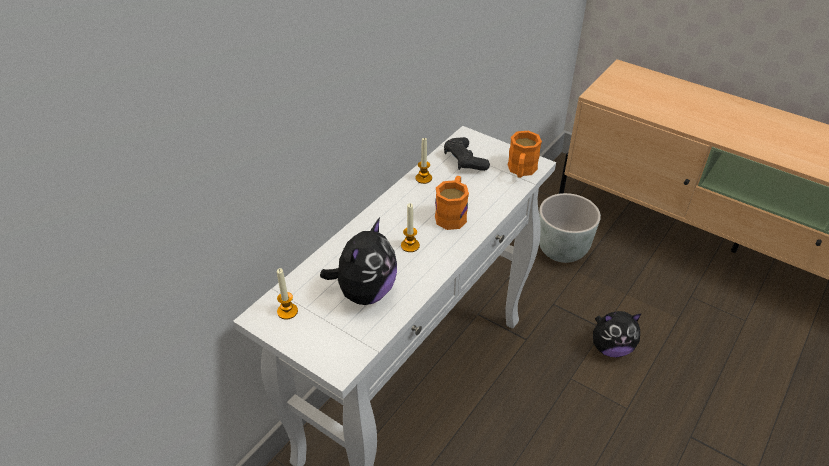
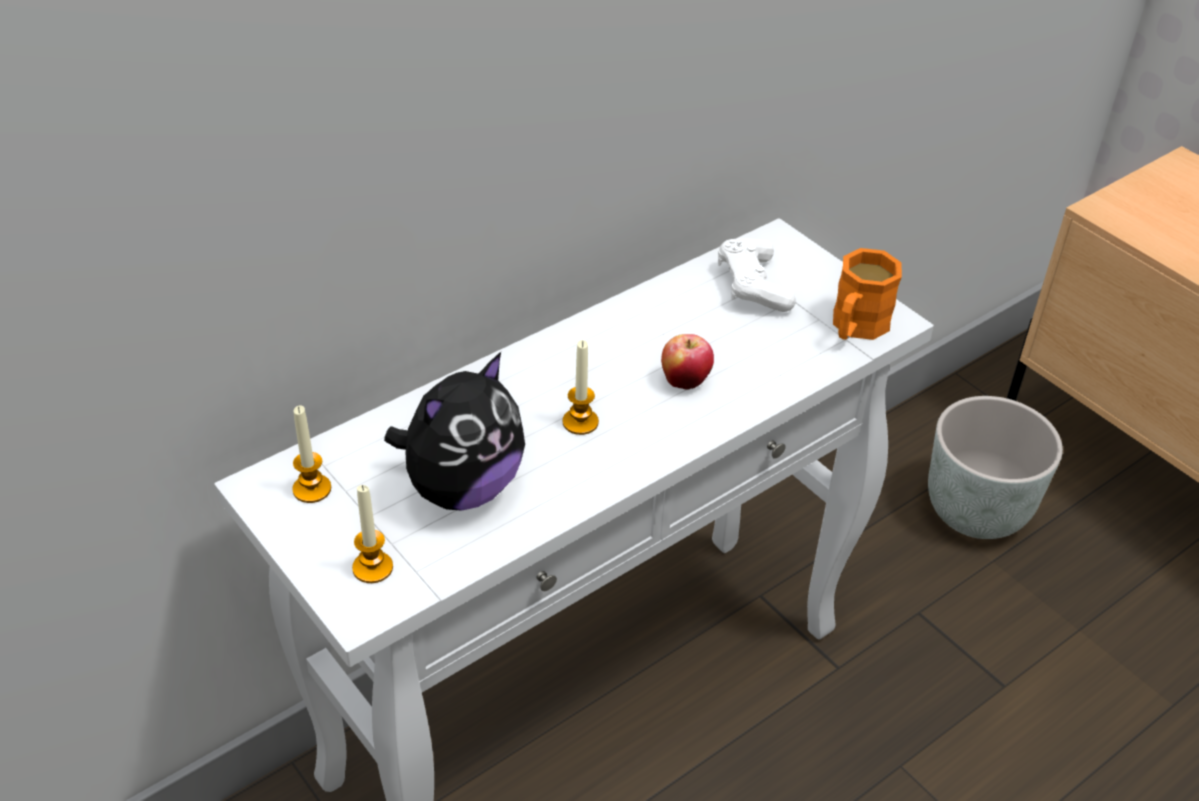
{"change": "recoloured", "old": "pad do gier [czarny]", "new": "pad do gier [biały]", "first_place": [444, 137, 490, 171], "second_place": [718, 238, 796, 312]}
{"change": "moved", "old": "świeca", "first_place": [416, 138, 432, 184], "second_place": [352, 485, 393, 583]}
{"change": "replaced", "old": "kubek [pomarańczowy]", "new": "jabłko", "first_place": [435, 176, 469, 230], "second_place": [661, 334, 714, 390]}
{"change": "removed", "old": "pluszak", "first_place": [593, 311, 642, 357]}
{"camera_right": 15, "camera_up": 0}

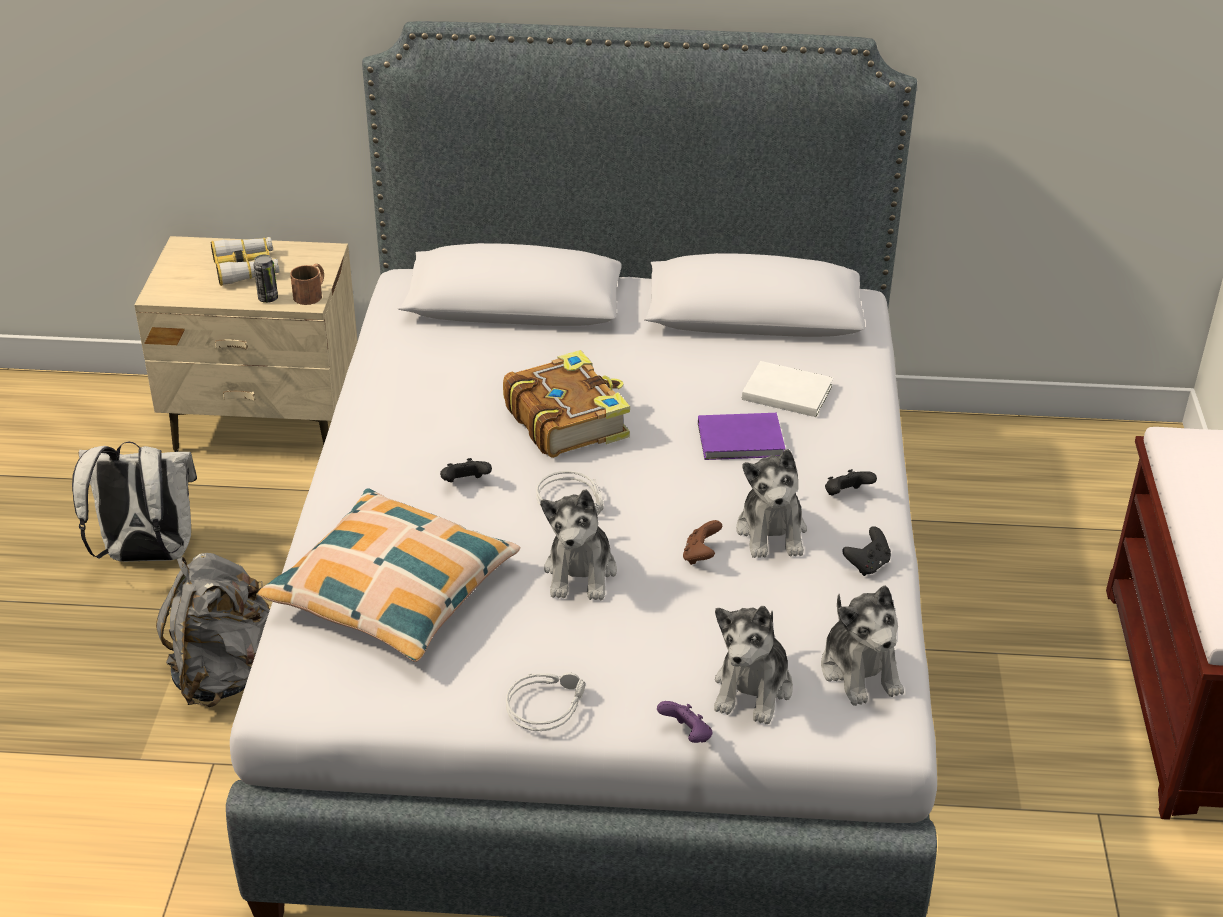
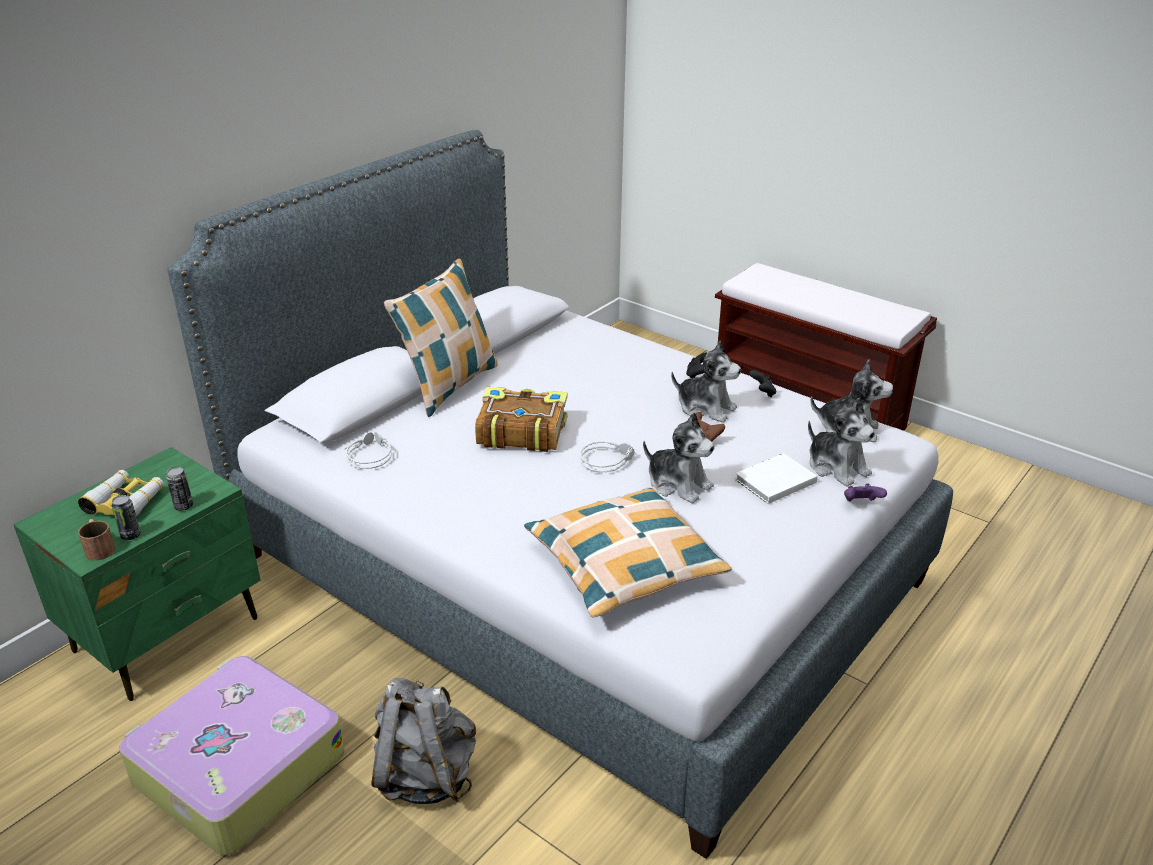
{"change": "recoloured", "old": "szafka nocna [beżowy]", "new": "szafka nocna [zielony]", "first_place": [134, 236, 358, 452], "second_place": [13, 447, 261, 701]}
{"change": "moved", "old": "kubek [brązowy]", "first_place": [290, 264, 324, 305], "second_place": [78, 519, 116, 561]}
{"change": "moved", "old": "książka [biały]", "first_place": [742, 361, 833, 417], "second_place": [735, 453, 817, 504]}
{"change": "removed", "old": "książka [fioletowy]", "first_place": [698, 413, 786, 460]}
{"change": "replaced", "old": "plecak [biały]", "new": "walizka", "first_place": [72, 441, 197, 562], "second_place": [119, 656, 345, 855]}
{"change": "removed", "old": "pad do gier [czarny]", "first_place": [440, 458, 492, 482]}
{"change": "moved", "old": "słuchawki [szary]", "first_place": [506, 672, 585, 731], "second_place": [345, 432, 392, 469]}
{"change": "added", "new": "poduszka", "second_place": [384, 259, 498, 417]}
{"change": "added", "new": "puszka", "second_place": [111, 495, 141, 540]}
{"camera_right": -55, "camera_up": -5}

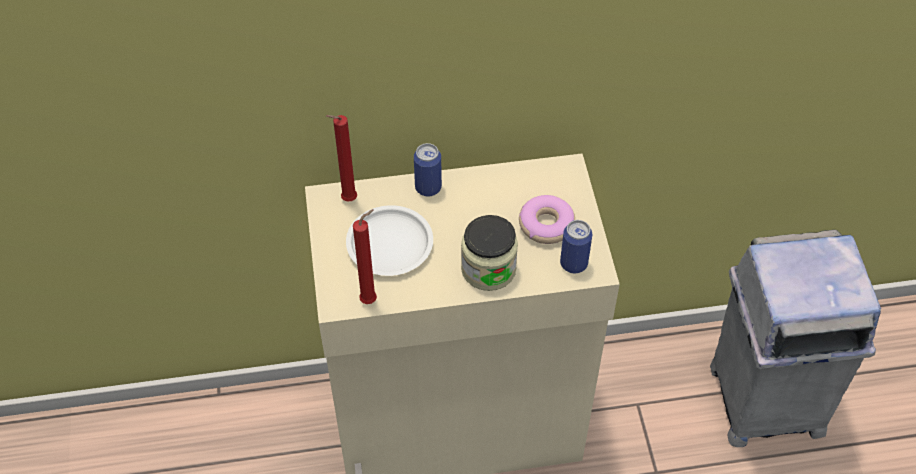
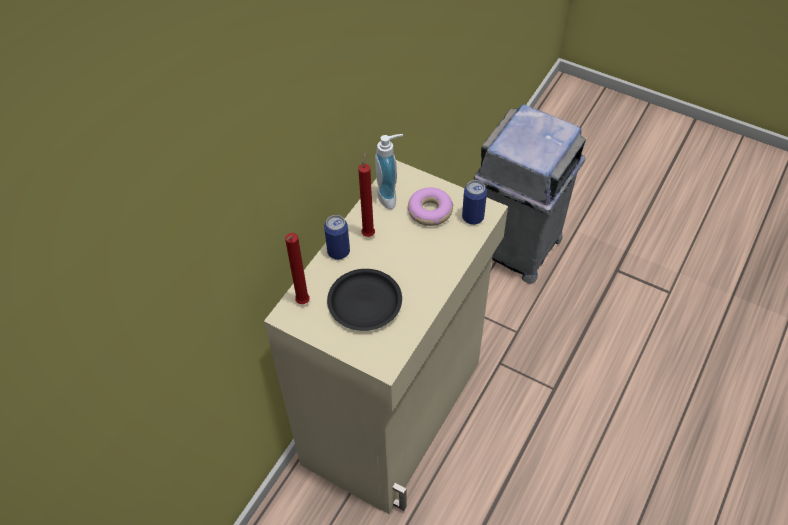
{"change": "recoloured", "old": "talerz [biały]", "new": "talerz [czarny]", "first_place": [346, 205, 433, 276], "second_place": [327, 269, 402, 331]}
{"change": "moved", "old": "świeca [czerwony]", "first_place": [353, 209, 377, 304], "second_place": [358, 151, 375, 237]}
{"change": "removed", "old": "słoik", "first_place": [461, 215, 518, 291]}
{"change": "added", "new": "dozownik mydła", "second_place": [375, 134, 403, 209]}
{"camera_right": -50, "camera_up": 0}

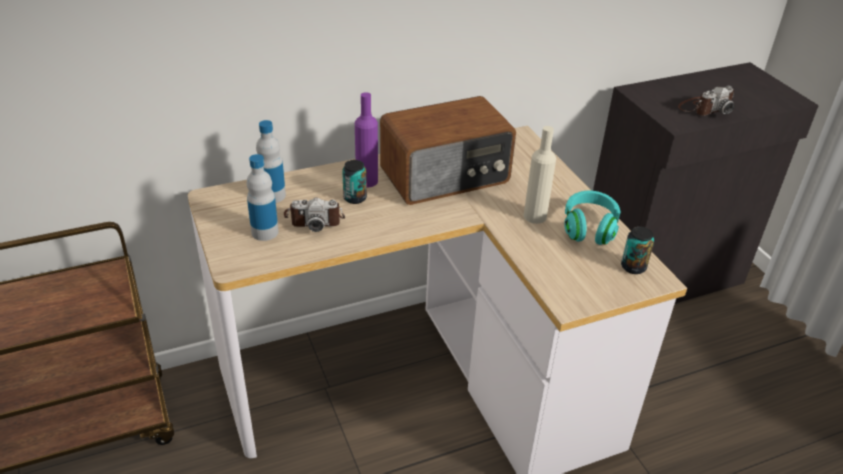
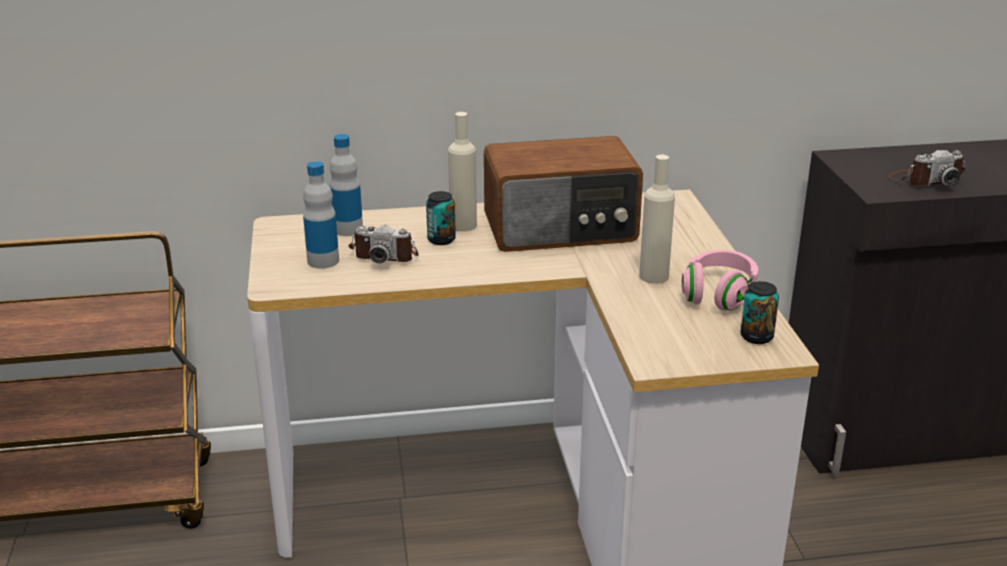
{"change": "recoloured", "old": "butelka [fioletowy]", "new": "butelka [beżowy]", "first_place": [355, 92, 378, 188], "second_place": [448, 112, 477, 232]}
{"change": "recoloured", "old": "słuchawki [turkusowy]", "new": "słuchawki [różowy]", "first_place": [564, 191, 621, 245], "second_place": [681, 250, 758, 311]}
{"camera_right": 15, "camera_up": -10}

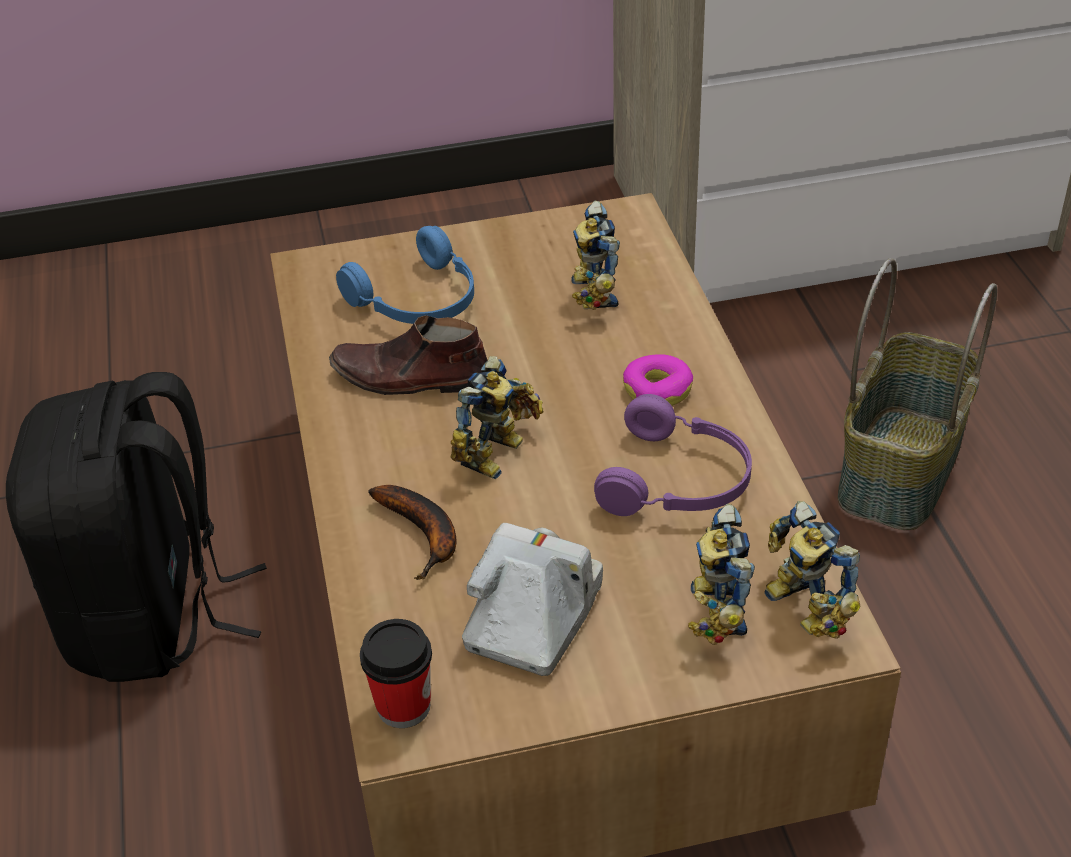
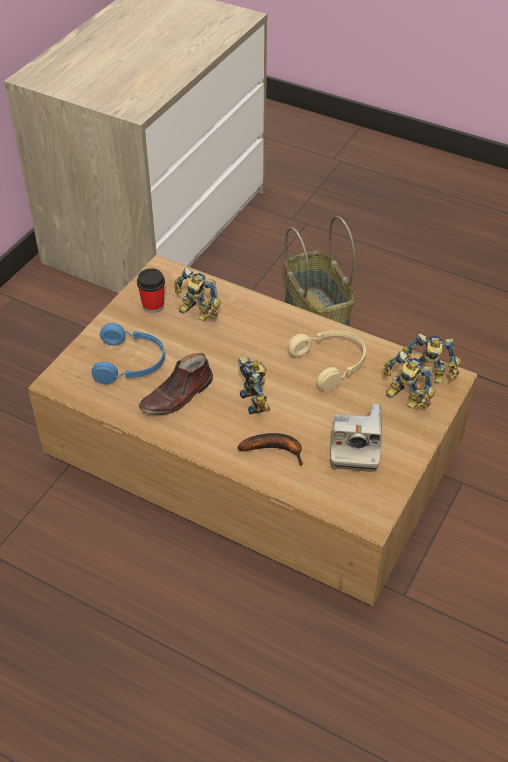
{"change": "removed", "old": "donut", "first_place": [623, 354, 693, 406]}
{"change": "removed", "old": "plecak [czarny]", "first_place": [6, 372, 267, 682]}
{"change": "recoloured", "old": "słuchawki [fioletowy]", "new": "słuchawki [beżowy]", "first_place": [594, 394, 752, 516], "second_place": [288, 330, 366, 391]}
{"change": "turned", "old": "aparat fotograficzny", "first_place": [462, 523, 603, 676], "second_place": [330, 404, 382, 472], "degrees": -150}
{"change": "moved", "old": "filiżanka", "first_place": [360, 619, 432, 728], "second_place": [137, 268, 165, 313]}
{"camera_right": -50, "camera_up": 5}

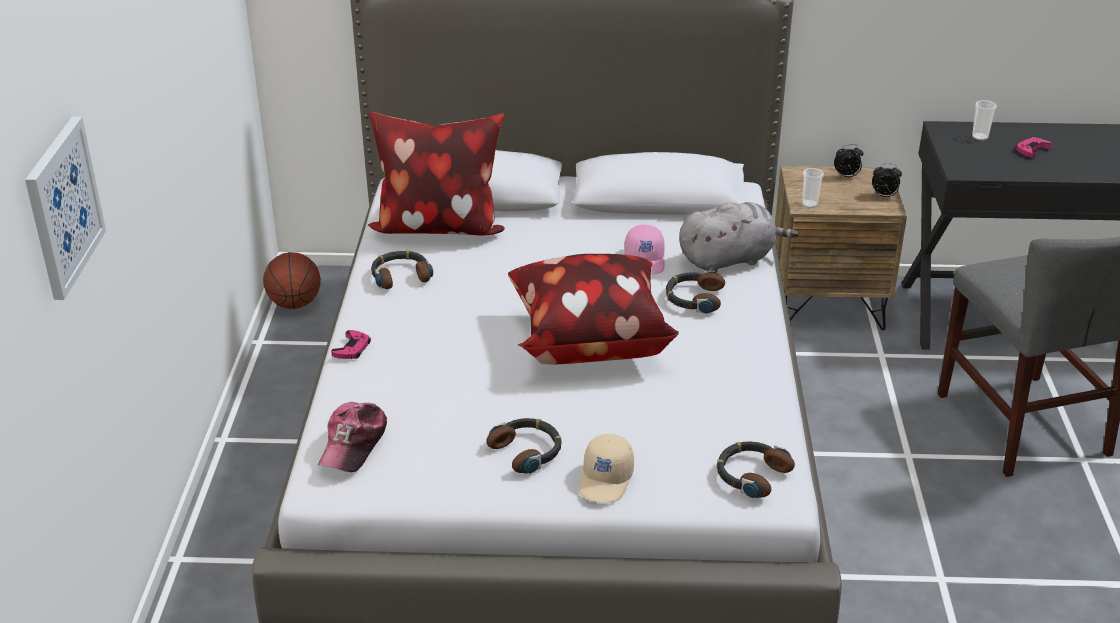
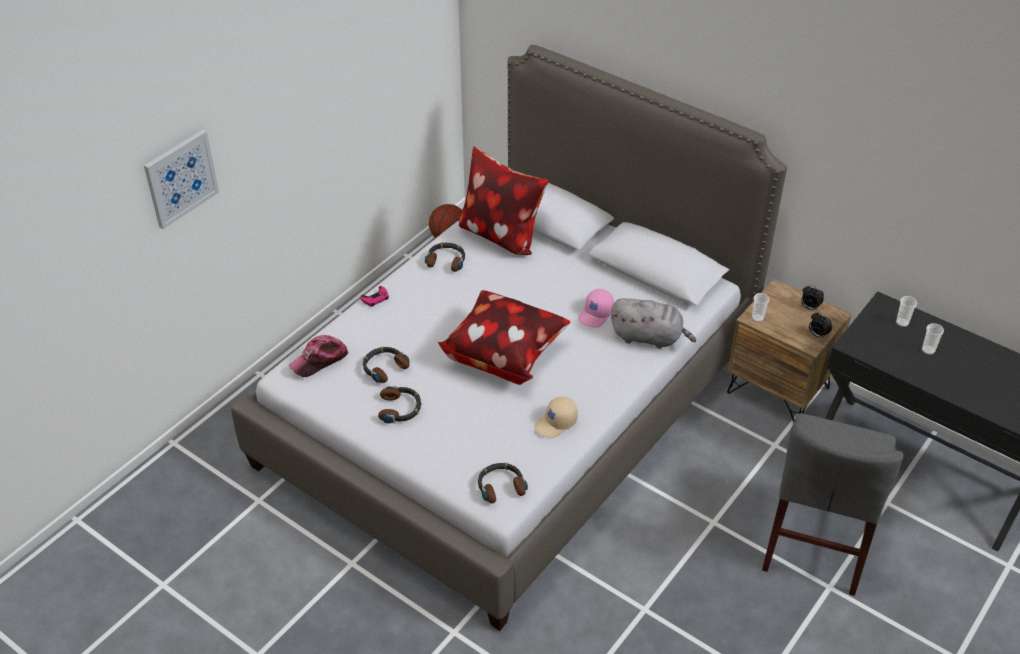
{"change": "replaced", "old": "pad do gier [różowy]", "new": "filiżanka", "first_place": [1015, 137, 1053, 158], "second_place": [922, 323, 944, 355]}
{"change": "moved", "old": "słuchawki", "first_place": [666, 271, 725, 314], "second_place": [363, 347, 410, 383]}
{"change": "moved", "old": "czapka z daszkiem [beżowy]", "first_place": [579, 434, 634, 503], "second_place": [535, 397, 578, 438]}
{"camera_right": 35, "camera_up": 10}

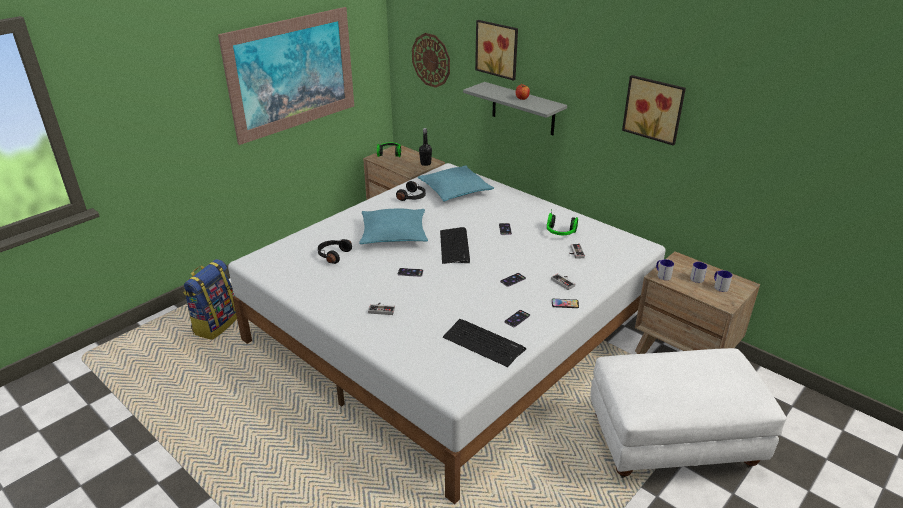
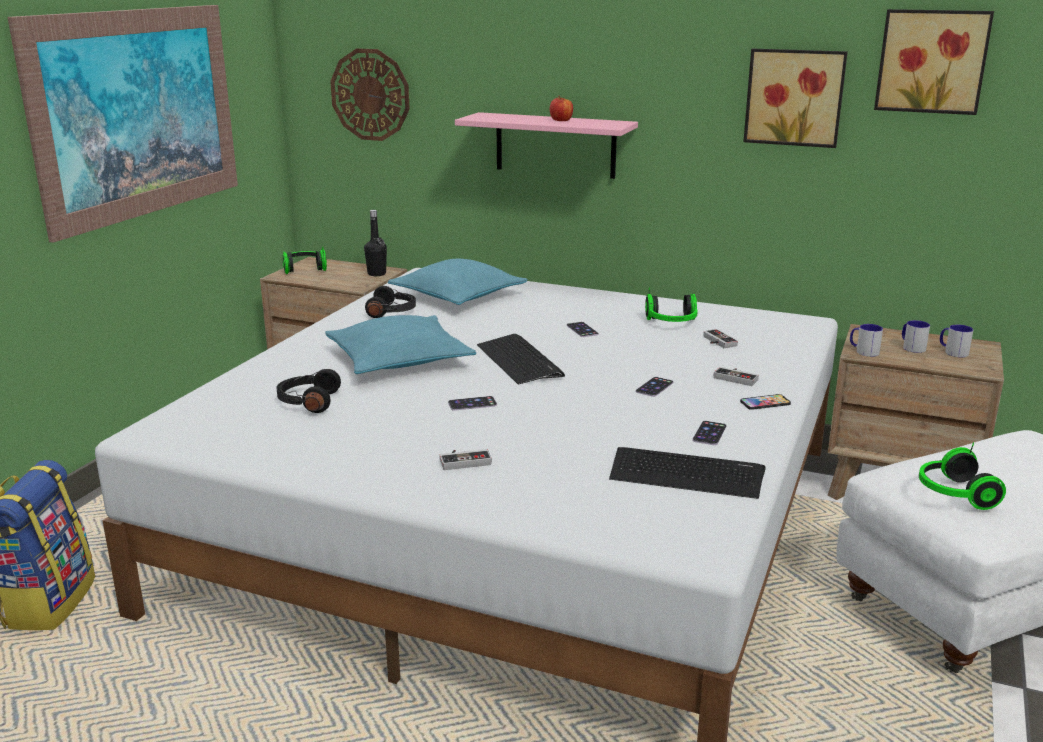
{"change": "moved", "old": "obraz", "first_place": [475, 20, 518, 81], "second_place": [874, 9, 994, 115]}
{"change": "recoloured", "old": "półka [szary]", "new": "półka [różowy]", "first_place": [463, 82, 567, 135], "second_place": [455, 112, 638, 179]}
{"change": "added", "new": "słuchawki", "second_place": [919, 442, 1006, 510]}
{"camera_right": -20, "camera_up": -10}

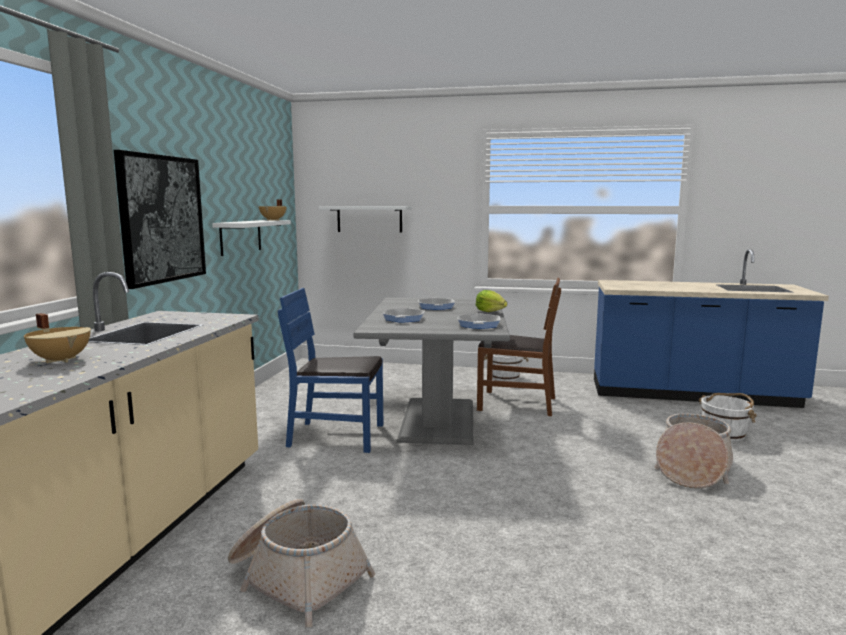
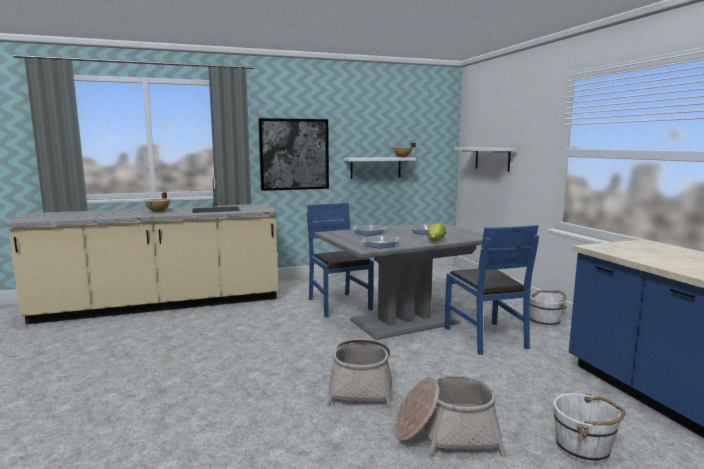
{"change": "recoloured", "old": "krzesło [brązowy]", "new": "krzesło [niebieski]", "first_place": [477, 278, 561, 416], "second_place": [444, 225, 539, 355]}
{"change": "moved", "old": "koszyk", "first_place": [228, 499, 375, 627], "second_place": [327, 338, 392, 408]}
{"camera_right": 60, "camera_up": 0}

